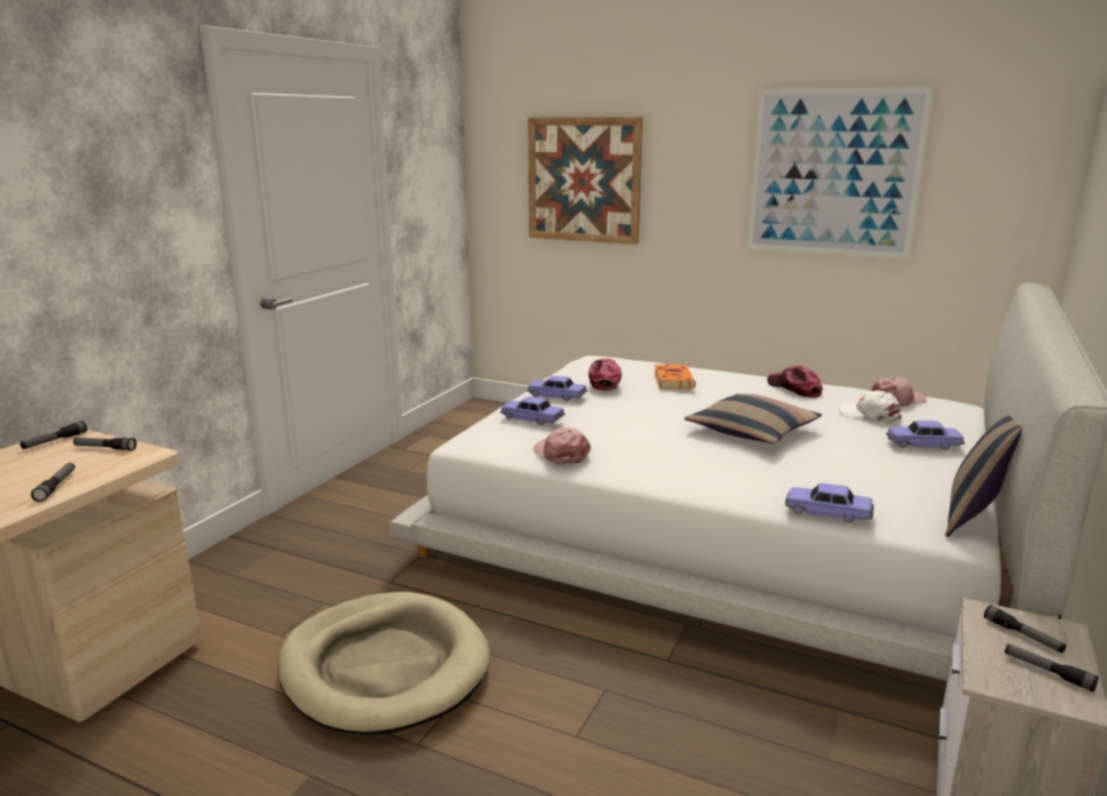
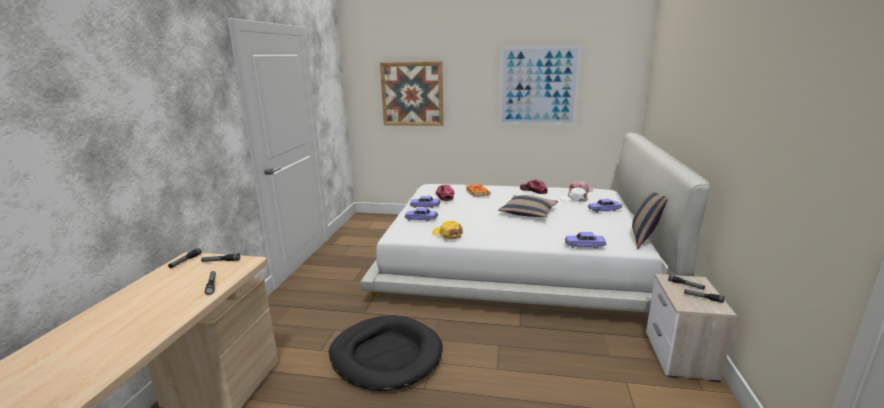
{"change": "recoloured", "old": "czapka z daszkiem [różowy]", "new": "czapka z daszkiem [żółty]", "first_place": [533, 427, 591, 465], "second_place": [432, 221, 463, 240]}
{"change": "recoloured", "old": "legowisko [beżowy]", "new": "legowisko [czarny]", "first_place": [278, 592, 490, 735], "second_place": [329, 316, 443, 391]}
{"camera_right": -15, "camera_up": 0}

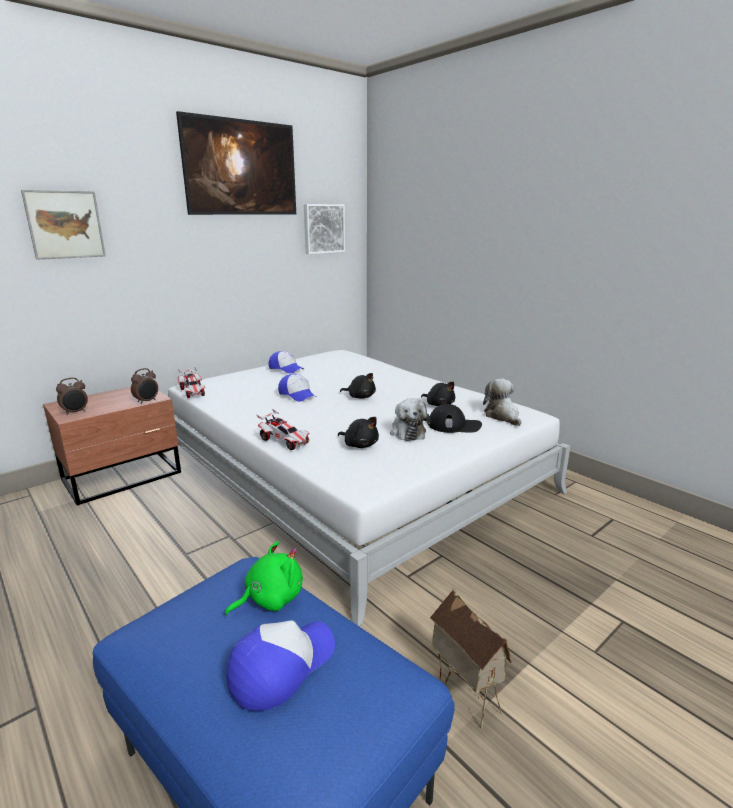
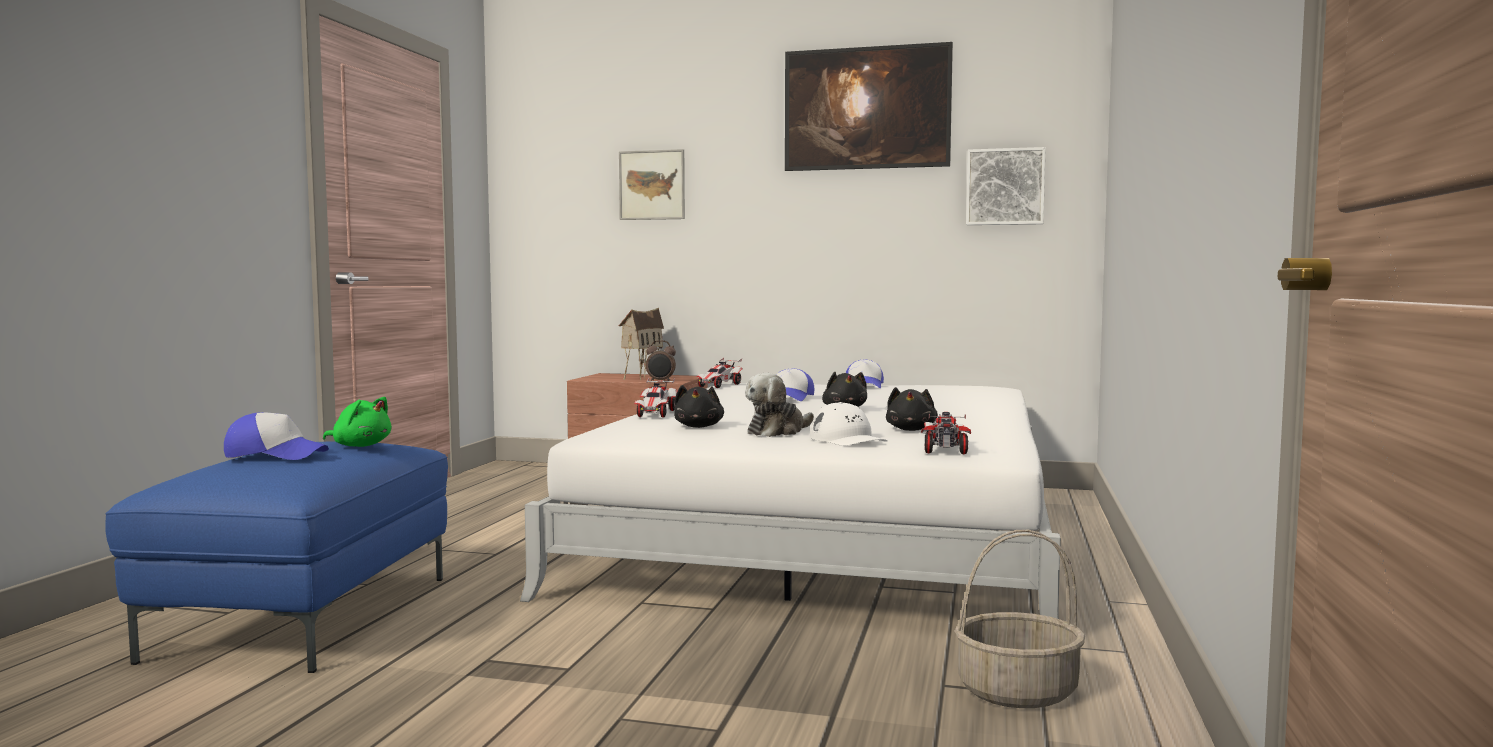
{"change": "removed", "old": "budzik", "first_place": [56, 378, 88, 415]}
{"change": "replaced", "old": "pluszak", "new": "samochodzik", "first_place": [483, 379, 522, 426], "second_place": [921, 412, 971, 455]}
{"change": "recoloured", "old": "czapka z daszkiem [czarny]", "new": "czapka z daszkiem [biały]", "first_place": [428, 404, 482, 433], "second_place": [810, 402, 888, 446]}
{"change": "moved", "old": "domek", "first_place": [430, 587, 512, 729], "second_place": [619, 308, 664, 380]}
{"change": "added", "new": "koszyk", "second_place": [955, 530, 1085, 708]}
{"camera_right": 55, "camera_up": -15}

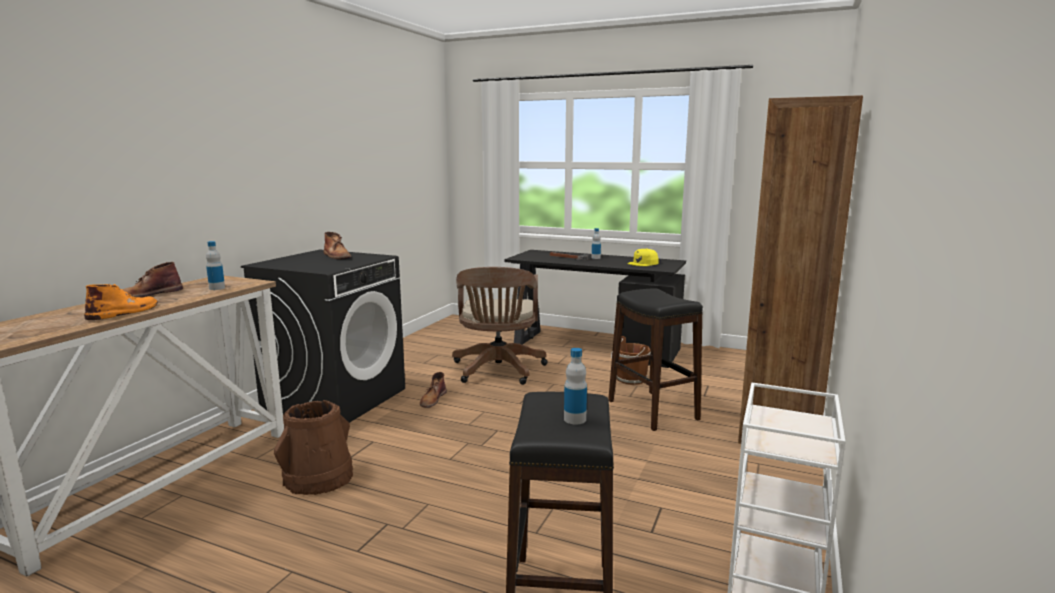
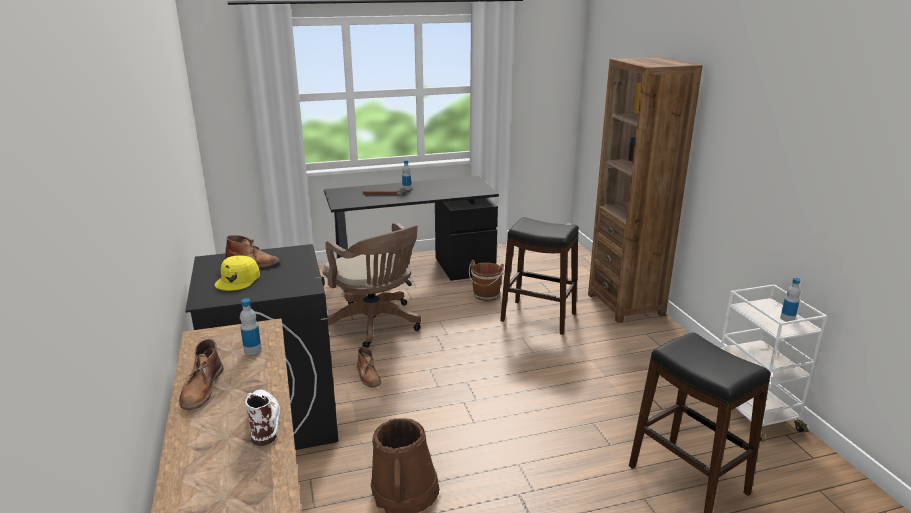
{"change": "moved", "old": "czapka z daszkiem [żółty]", "first_place": [627, 248, 658, 266], "second_place": [215, 255, 260, 291]}
{"change": "recoloured", "old": "but z cholewką [pomarańczowy]", "new": "but z cholewką [biały]", "first_place": [84, 284, 158, 320], "second_place": [245, 390, 280, 446]}
{"change": "moved", "old": "butelka", "first_place": [564, 348, 587, 425], "second_place": [780, 278, 801, 322]}
{"camera_right": -40, "camera_up": 10}

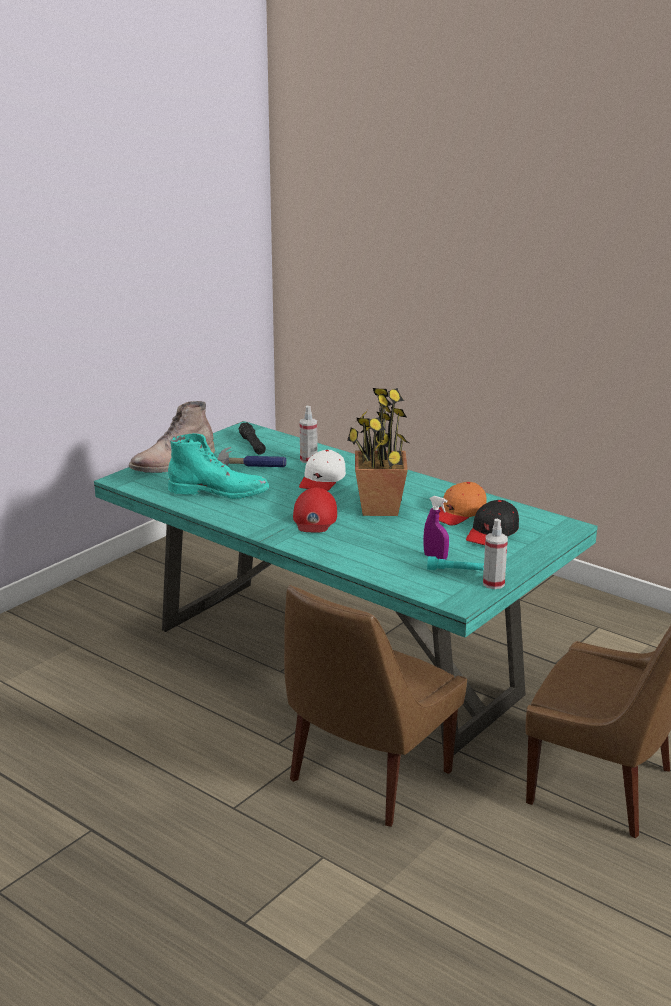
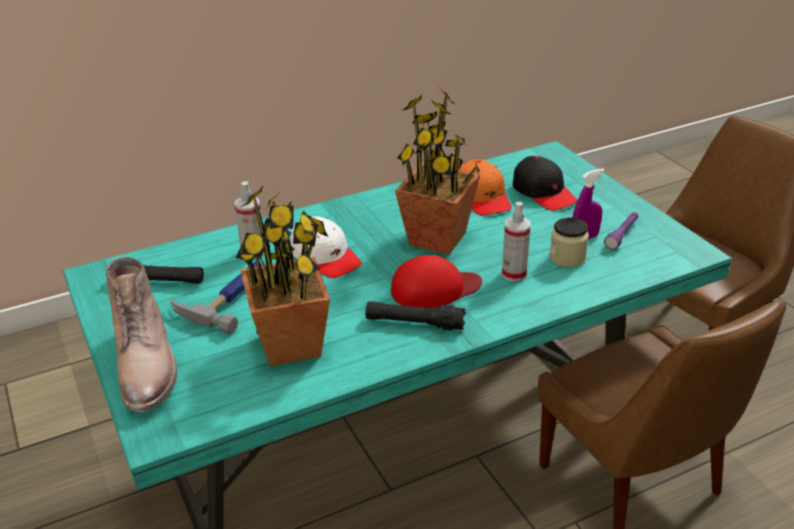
{"change": "replaced", "old": "but z cholewką [turkusowy]", "new": "roślina doniczkowa", "first_place": [168, 433, 269, 499], "second_place": [235, 186, 330, 367]}
{"change": "turned", "old": "czapka z daszkiem [czerwony]", "first_place": [293, 487, 337, 532], "second_place": [391, 255, 482, 309], "degrees": -45}
{"change": "moved", "old": "spryskiwacz", "first_place": [483, 519, 508, 589], "second_place": [502, 202, 531, 282]}
{"change": "recoloured", "old": "latarka [turkusowy]", "new": "latarka [fioletowy]", "first_place": [427, 556, 484, 571], "second_place": [604, 212, 638, 250]}
{"change": "added", "new": "słoik", "second_place": [549, 218, 589, 267]}
{"change": "added", "new": "latarka [czarny]", "second_place": [366, 301, 466, 330]}
{"camera_right": -65, "camera_up": 10}

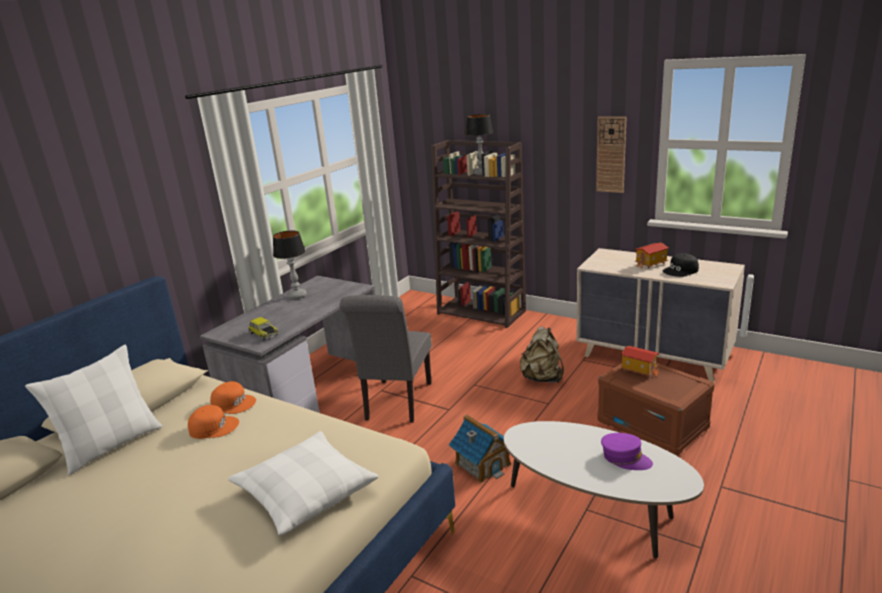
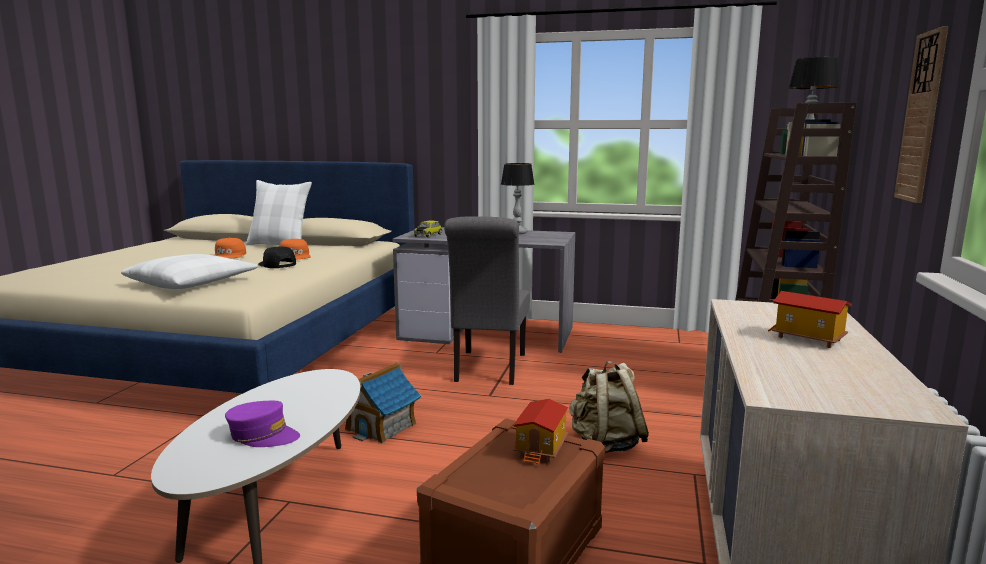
{"change": "moved", "old": "czapka z daszkiem [czarny]", "first_place": [663, 253, 699, 277], "second_place": [258, 247, 296, 268]}
{"change": "turned", "old": "krzesło [szary]", "first_place": [339, 295, 432, 423], "second_place": [444, 216, 530, 385], "degrees": -75}
{"change": "moved", "old": "czapka z daszkiem [pomarańczowy]", "first_place": [210, 381, 256, 414], "second_place": [214, 238, 246, 259]}
{"change": "turned", "old": "czapka z daszkiem [fioletowy]", "first_place": [601, 433, 653, 470], "second_place": [225, 401, 300, 447], "degrees": -90}
{"camera_right": 70, "camera_up": -10}

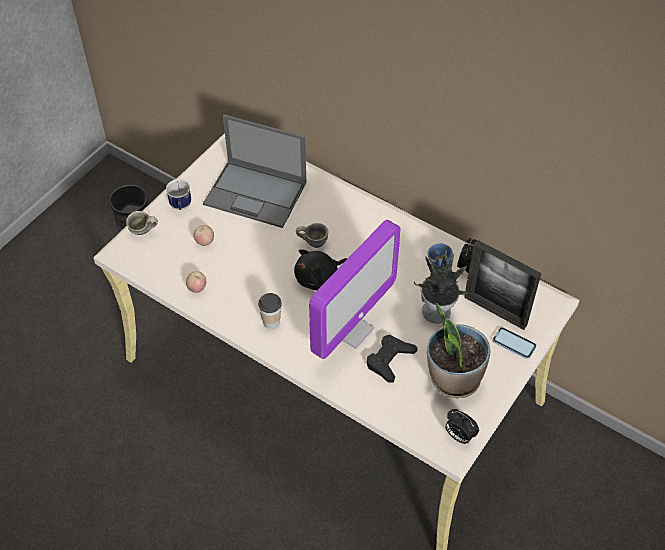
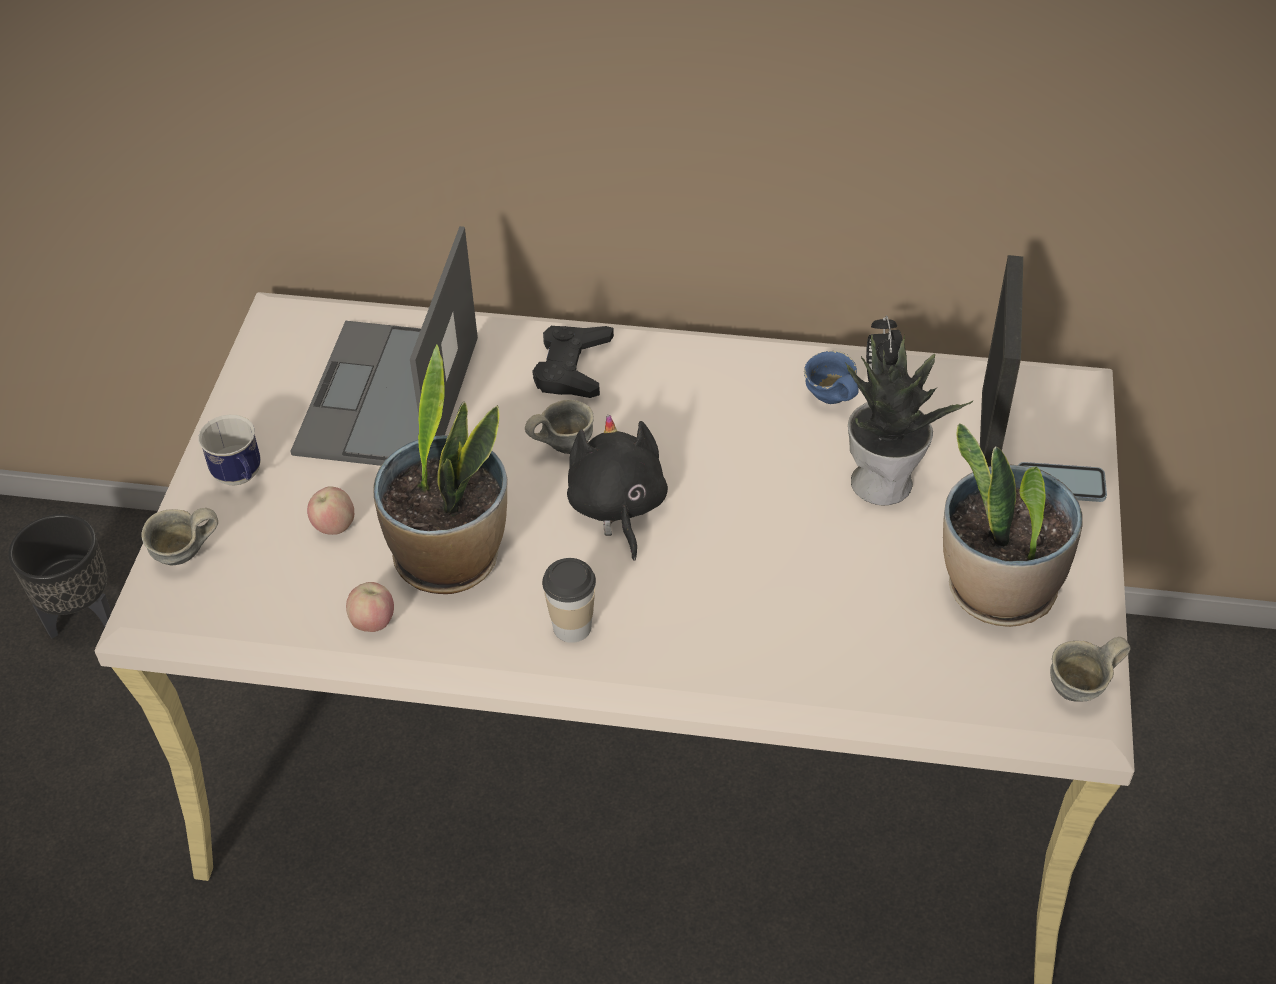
{"change": "turned", "old": "laptop", "first_place": [203, 115, 307, 228], "second_place": [291, 226, 478, 466], "degrees": 105}
{"change": "removed", "old": "monitor", "first_place": [309, 220, 400, 359]}
{"change": "turned", "old": "ramka na zdjęcie", "first_place": [464, 240, 541, 330], "second_place": [980, 255, 1023, 467], "degrees": -90}
{"change": "turned", "old": "pluszak [czarny]", "first_place": [294, 249, 348, 290], "second_place": [567, 415, 668, 561], "degrees": 135}
{"change": "moved", "old": "pad do gier [czarny]", "first_place": [367, 334, 417, 383], "second_place": [532, 326, 614, 398]}
{"change": "replaced", "old": "budzik", "new": "kubek [szary]", "first_place": [445, 409, 479, 444], "second_place": [1050, 637, 1131, 702]}
{"change": "added", "new": "roślina doniczkowa", "second_place": [373, 344, 507, 594]}
{"camera_right": -25, "camera_up": -5}

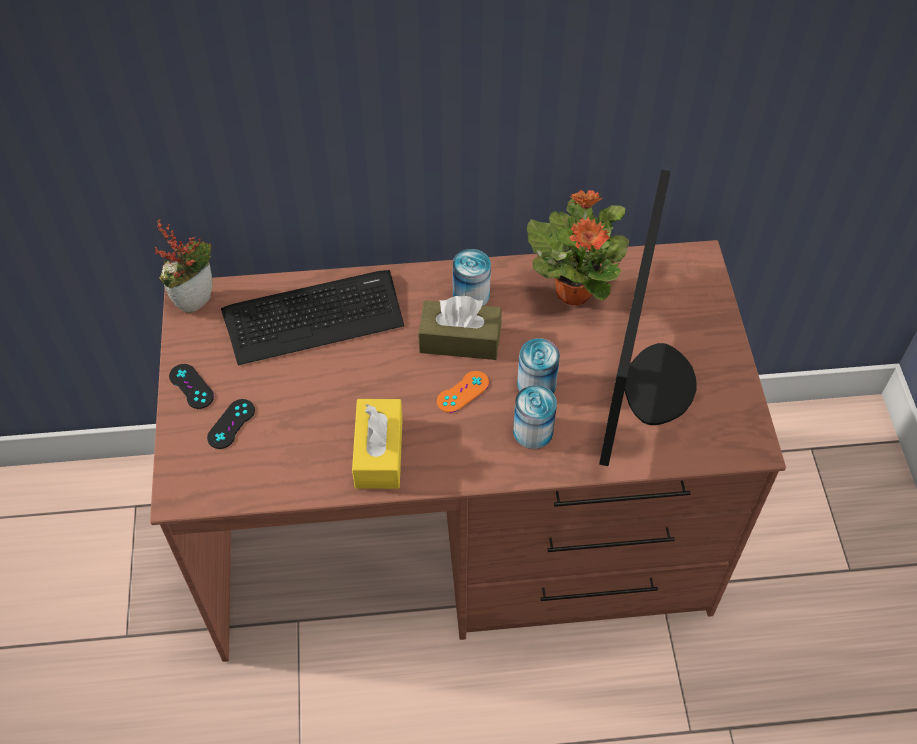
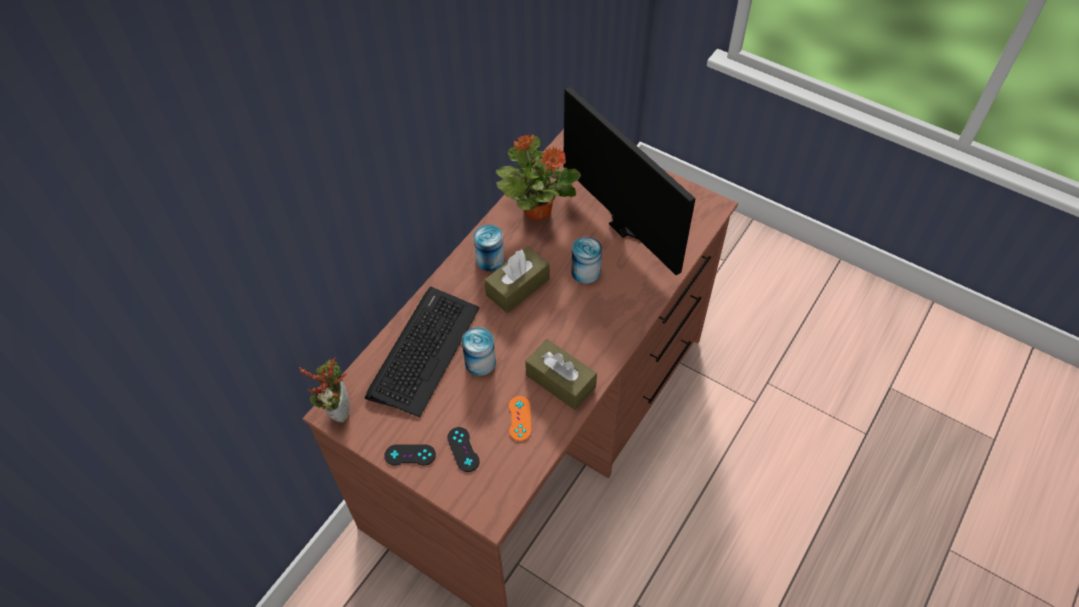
{"change": "moved", "old": "pad do gier [pomarańczowy]", "first_place": [437, 371, 489, 413], "second_place": [509, 396, 531, 441]}
{"change": "moved", "old": "puszka", "first_place": [513, 385, 557, 449], "second_place": [462, 327, 496, 376]}
{"change": "recoloured", "old": "pudełko chusteczek [żółty]", "new": "pudełko chusteczek [brązowy]", "first_place": [352, 399, 403, 489], "second_place": [525, 339, 597, 410]}
{"camera_right": -50, "camera_up": 0}

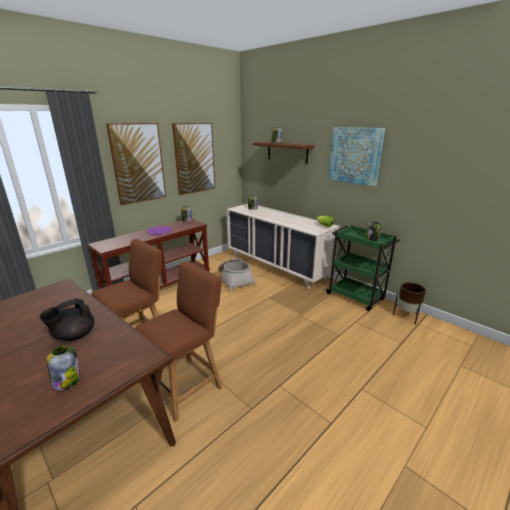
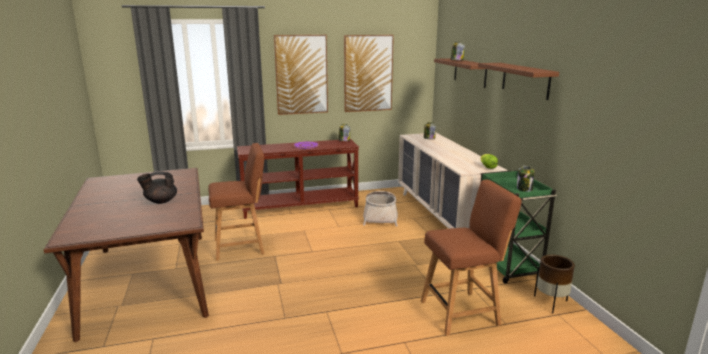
{"change": "replaced", "old": "obraz", "new": "półka [brązowy]", "first_place": [329, 127, 385, 186], "second_place": [478, 63, 559, 100]}
{"change": "moved", "old": "krzesło [brązowy]", "first_place": [135, 261, 222, 422], "second_place": [421, 180, 522, 336]}
{"change": "removed", "old": "słoik", "first_place": [47, 345, 80, 390]}
{"camera_right": 30, "camera_up": -5}

